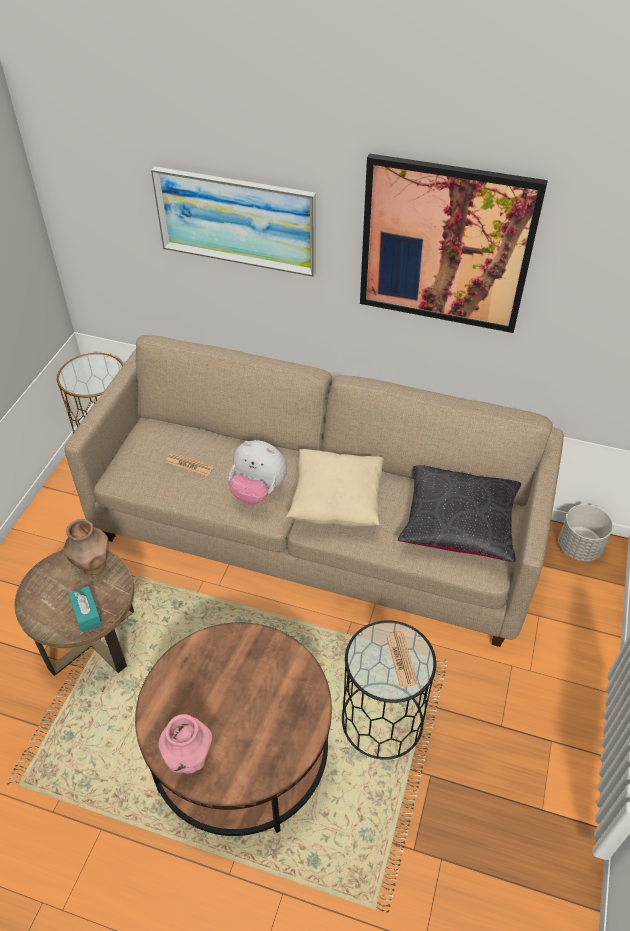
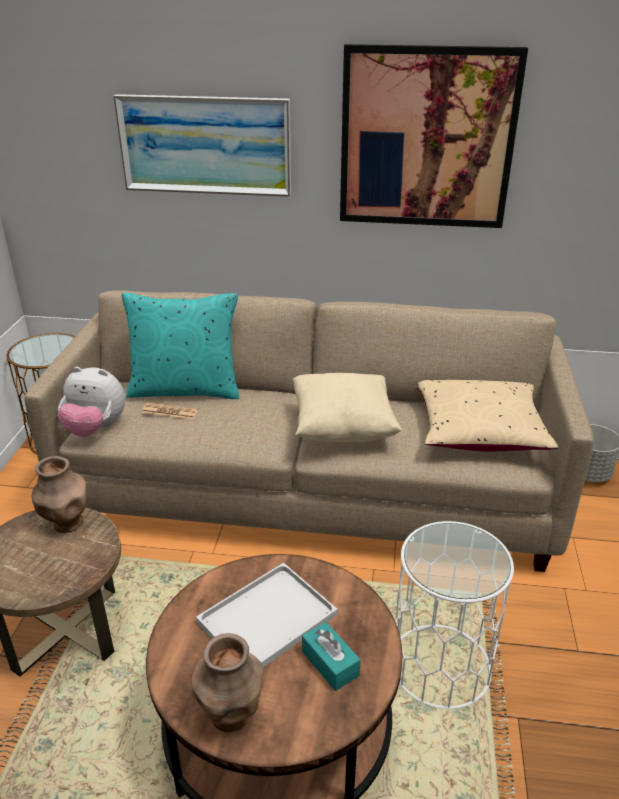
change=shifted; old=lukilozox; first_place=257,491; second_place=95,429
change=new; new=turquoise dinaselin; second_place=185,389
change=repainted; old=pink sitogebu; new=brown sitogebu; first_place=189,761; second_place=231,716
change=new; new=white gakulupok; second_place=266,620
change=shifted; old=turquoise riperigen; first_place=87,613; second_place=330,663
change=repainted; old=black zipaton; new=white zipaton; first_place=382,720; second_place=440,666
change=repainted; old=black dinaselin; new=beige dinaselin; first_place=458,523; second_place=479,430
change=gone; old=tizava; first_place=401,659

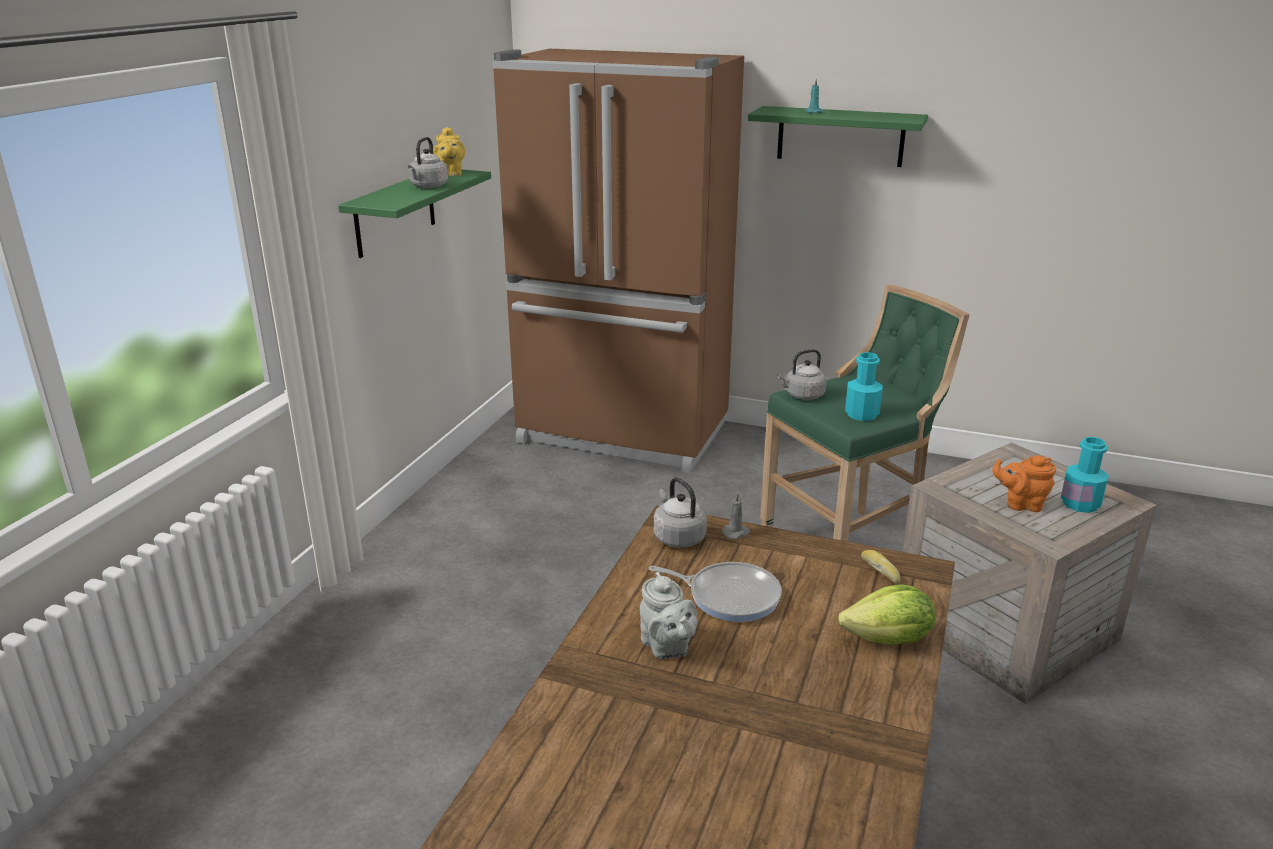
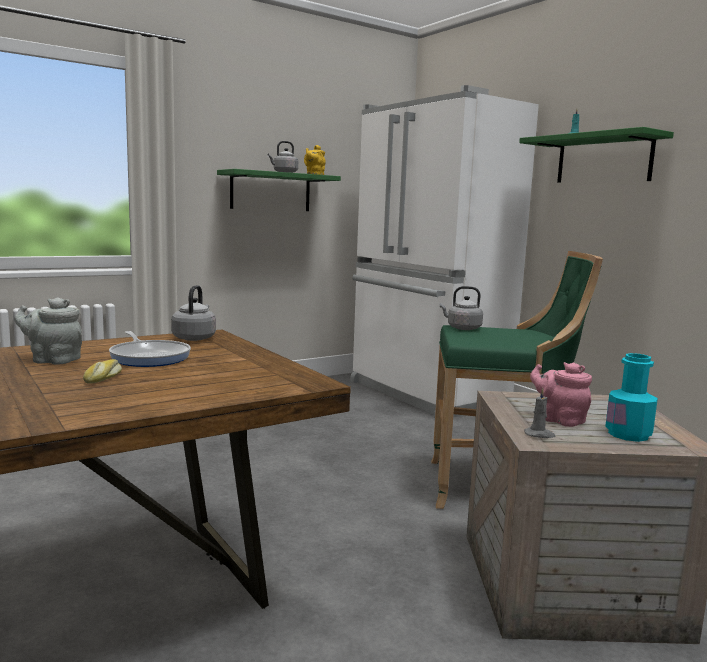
change=rotated; old=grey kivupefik; first_place=667,648; second_place=53,360; degrees=90
change=shifted; old=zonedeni; first_place=881,571; second_place=104,378
change=repainted; old=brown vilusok; new=white vilusok; first_place=622,434; second_place=425,394
change=shifted; old=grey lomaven; first_place=736,533; second_place=539,435
change=repainted; old=orange kivupefik; new=pink kivupefik; first_place=1021,504; second_place=559,419
change=gone; old=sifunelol; first_place=889,640
change=gone; old=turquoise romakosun; first_place=861,414

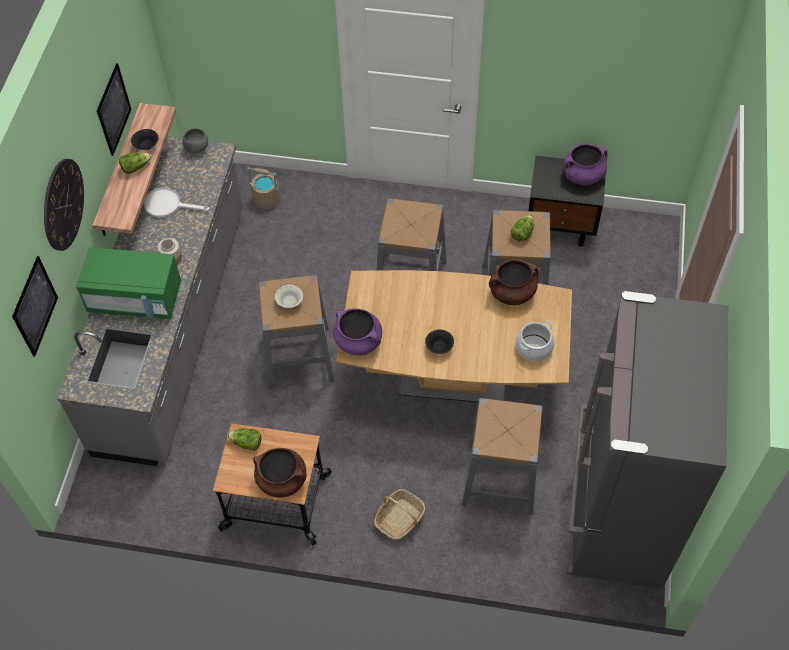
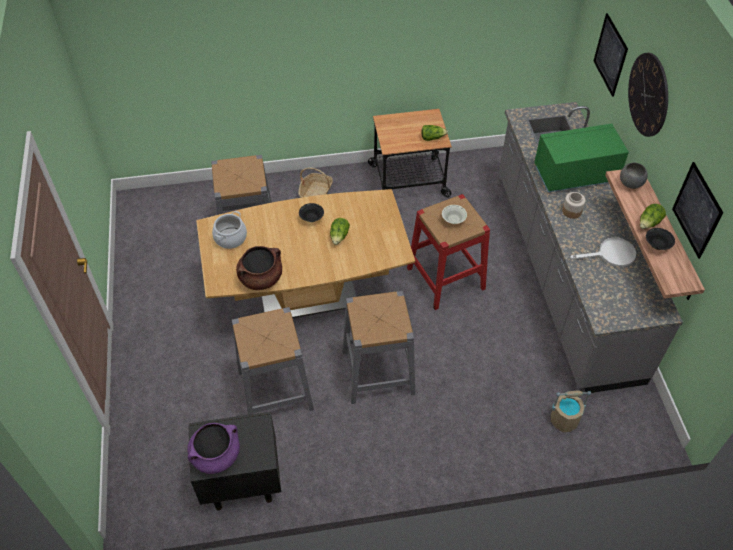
change=shifted; old=sifunelol; first_place=522,233; second_place=339,236
change=repainted; old=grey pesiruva; new=red pesiruva; first_place=299,357; second_place=446,278
change=shifted; old=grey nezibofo; first_place=197,148; second_place=630,183
change=gone; old=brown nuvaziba; first_place=282,480
change=gone; old=purple nuvaziba; first_place=358,341
change=gone; old=grey vilusok; first_place=614,513

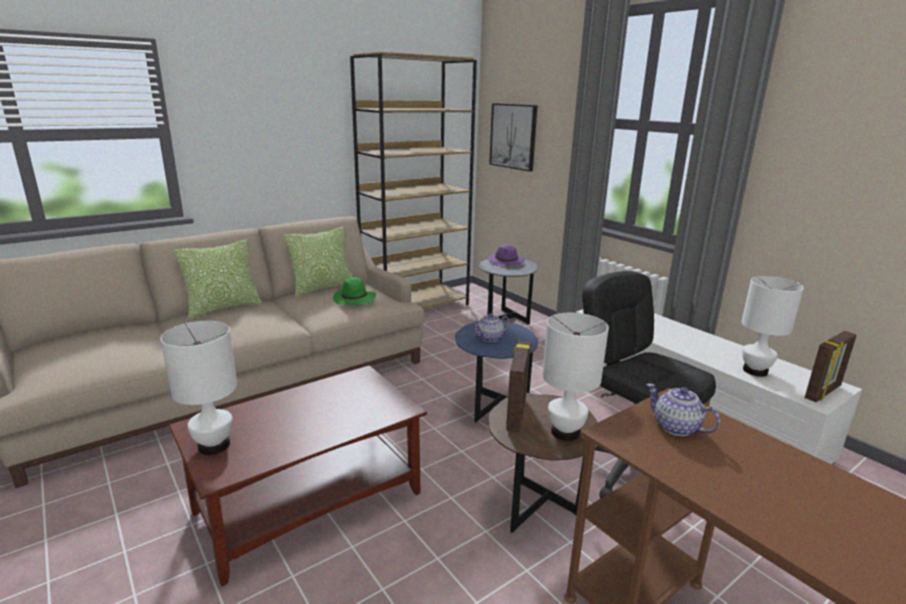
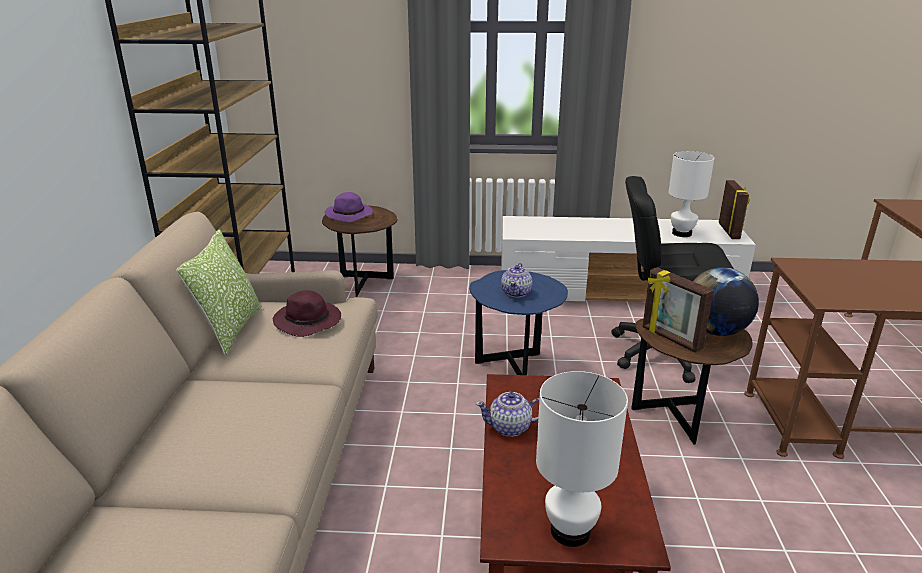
change=repainted; old=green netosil; new=purple netosil; first_place=355,299; second_place=309,322
change=repainted; old=grey zipaton; new=brown zipaton; first_place=505,320; second_place=364,285
change=shifted; old=kivupefik; first_place=676,427; second_place=510,428
change=swapped; old=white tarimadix; new=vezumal; first_place=565,432; second_place=715,331
change=gone; old=dinaselin; first_place=223,307
change=gone; old=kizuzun; first_place=513,136

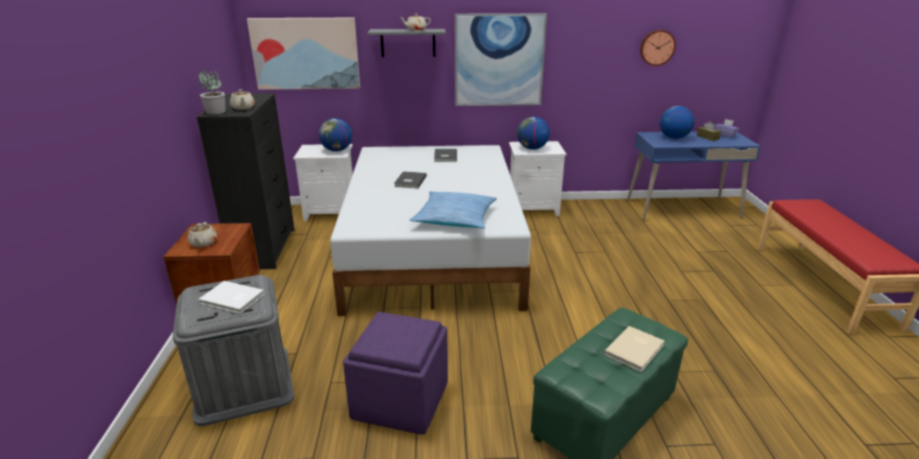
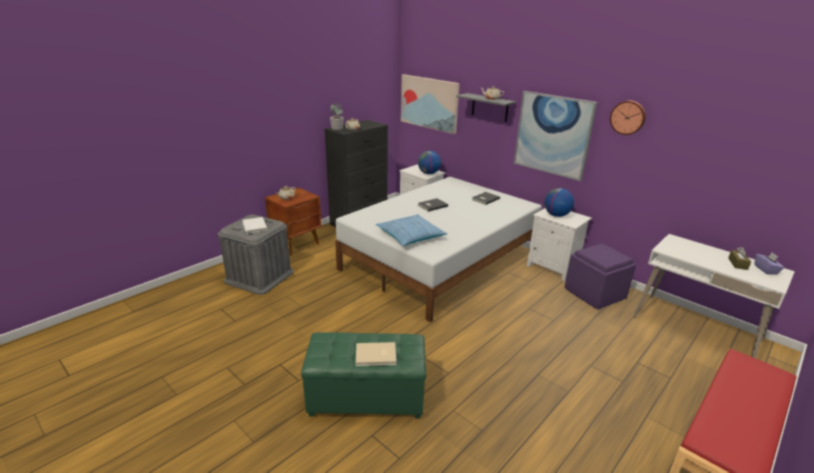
change=shifted; old=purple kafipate; first_place=400,399; second_place=594,293
change=shifted; old=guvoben; first_place=657,47; second_place=628,117
change=repainted; old=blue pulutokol; new=white pulutokol; first_place=682,209; second_place=696,328
change=gone; old=vezumal; first_place=673,138

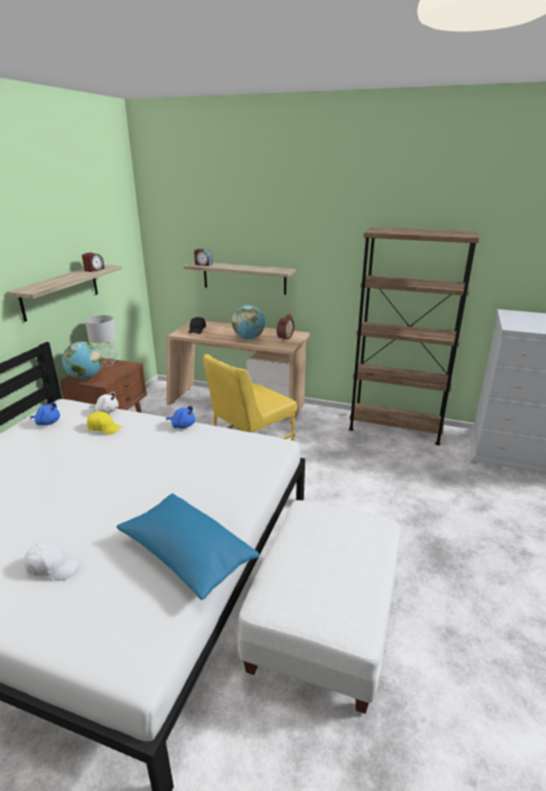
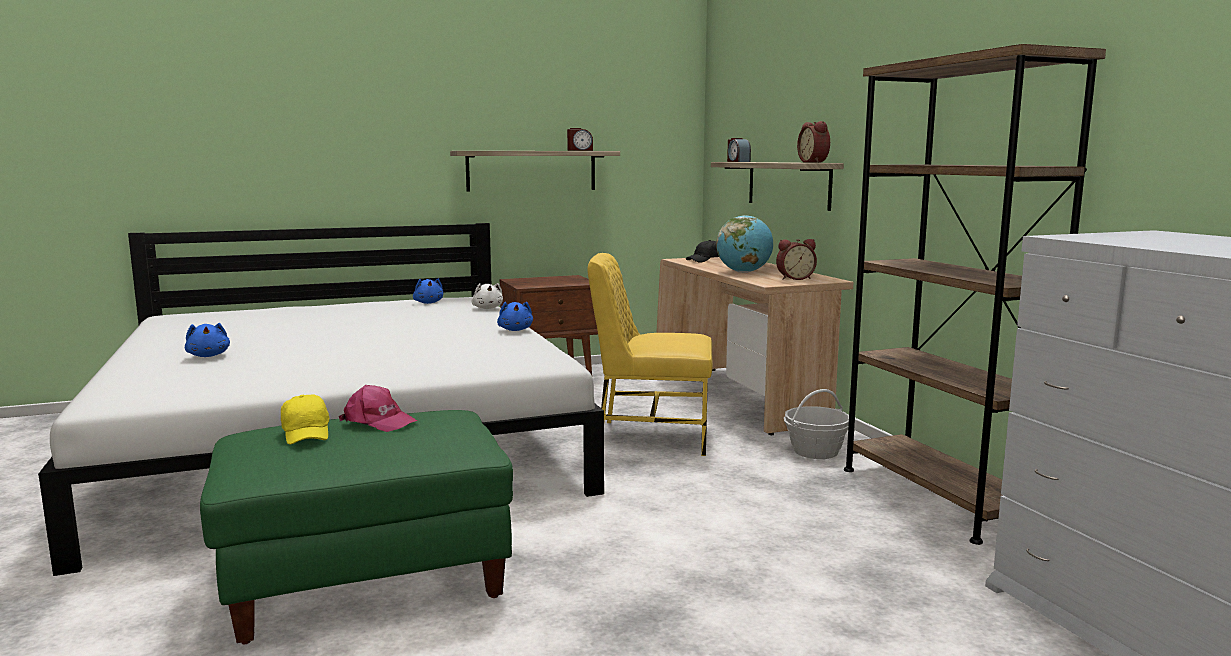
change=swapped; old=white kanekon; new=blue lukilozox; first_place=52,567; second_place=208,356
change=repainted; old=white kafipate; new=green kafipate; first_place=322,626; second_place=368,577
change=shifted; old=yellow kanekon; first_place=104,428; second_place=307,433
change=new; new=pink kanekon; second_place=378,421
change=new; new=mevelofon; second_place=815,451
change=new; new=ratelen; second_place=814,162
change=gone; old=vezumal; first_place=85,377
change=gone; old=grey tarimadix; first_place=107,364
change=gone; old=blue dinaselin; first_place=187,555

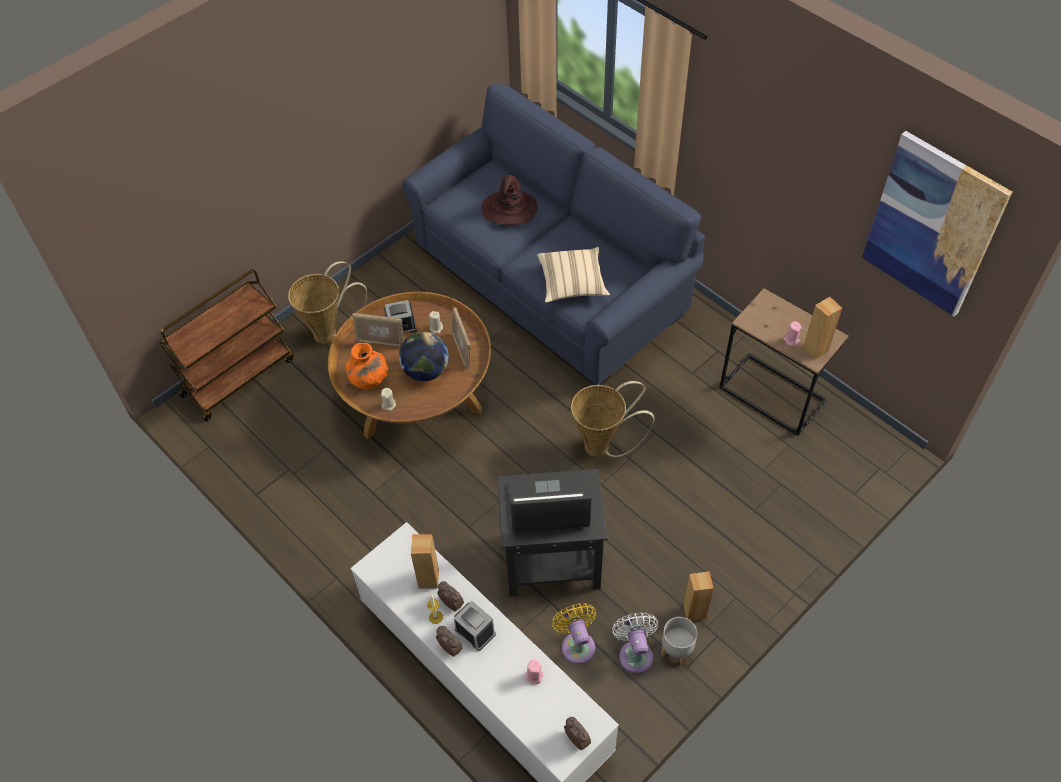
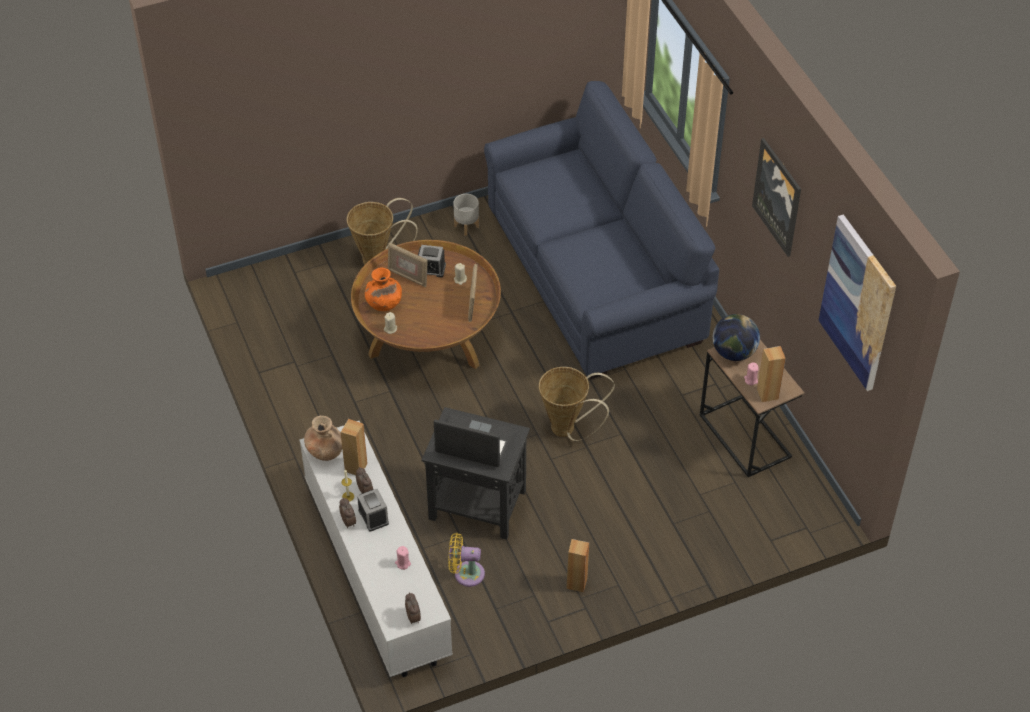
change=new; new=brown sitogebu; second_place=325,451
change=rotated; old=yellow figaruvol; first_place=577,644; second_place=466,573; degrees=-90
change=shifted; old=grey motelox; first_place=676,649; second_place=467,226
change=shifted; old=vezumal; first_place=426,371; second_place=734,352
change=new; new=kizuzun; second_place=778,196
change=gone; old=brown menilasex; first_place=238,376
change=gone; old=brown netosil; first_place=509,209
change=gone; old=beige dinaselin; first_place=572,283
change=gone; old=white figaruvol; first_place=635,653

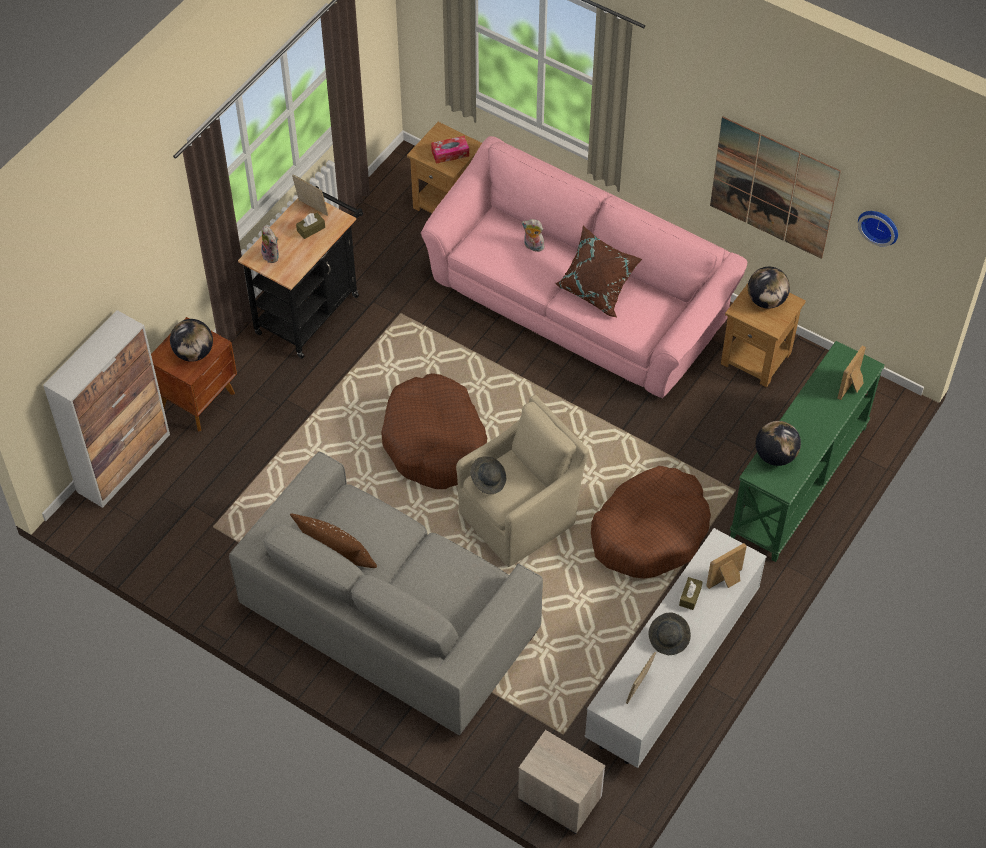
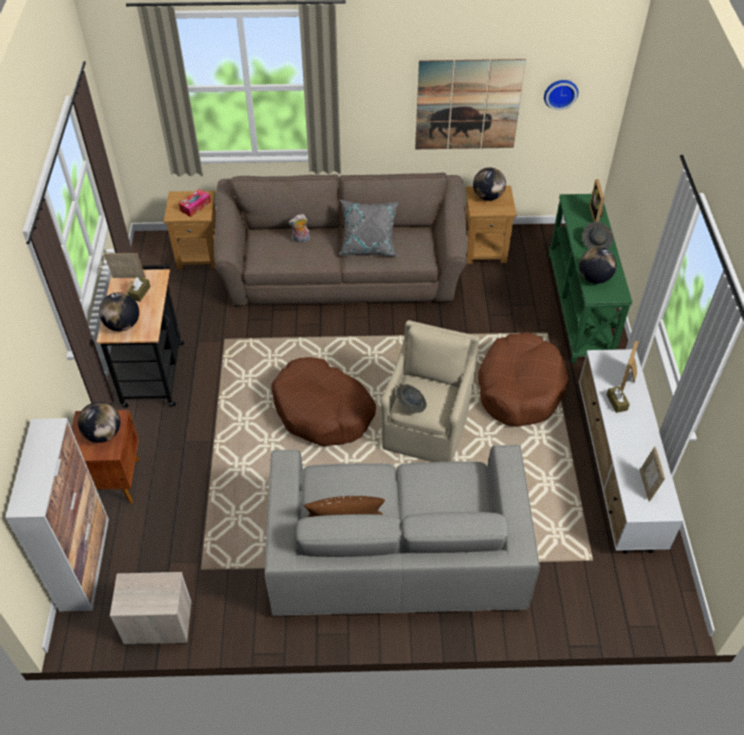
change=swapped; old=lukilozox; new=vezumal; first_place=272,255; second_place=123,325
change=shifted; old=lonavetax; first_place=558,796; second_place=157,623
change=repainted; old=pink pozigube; new=brown pozigube; first_place=578,302; second_place=342,272
change=repainted; old=brown dinaselin; new=grey dinaselin; first_place=596,291; second_place=368,246
change=shifted; old=grey netosil; first_place=669,639; second_place=596,242

